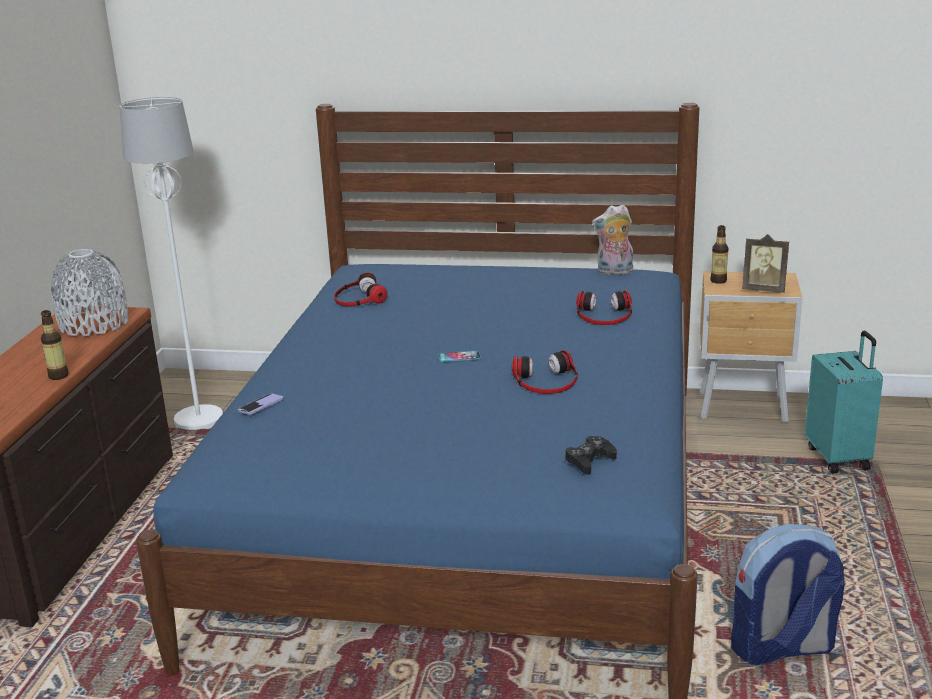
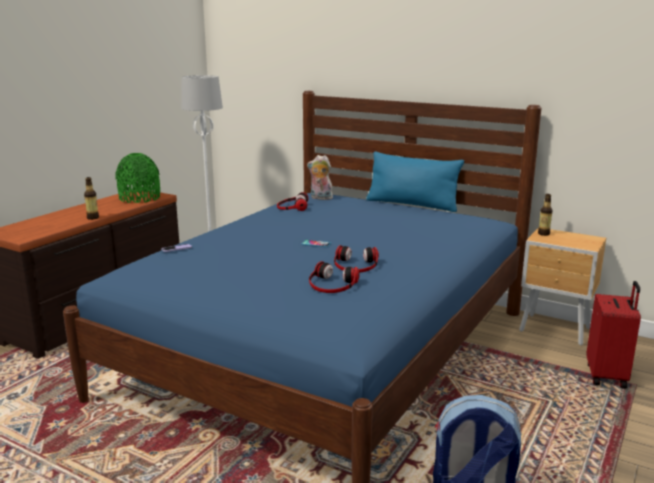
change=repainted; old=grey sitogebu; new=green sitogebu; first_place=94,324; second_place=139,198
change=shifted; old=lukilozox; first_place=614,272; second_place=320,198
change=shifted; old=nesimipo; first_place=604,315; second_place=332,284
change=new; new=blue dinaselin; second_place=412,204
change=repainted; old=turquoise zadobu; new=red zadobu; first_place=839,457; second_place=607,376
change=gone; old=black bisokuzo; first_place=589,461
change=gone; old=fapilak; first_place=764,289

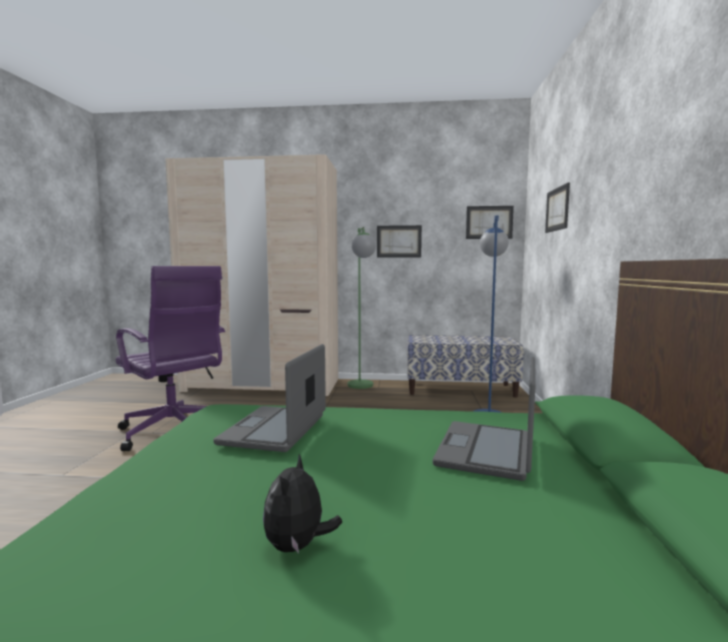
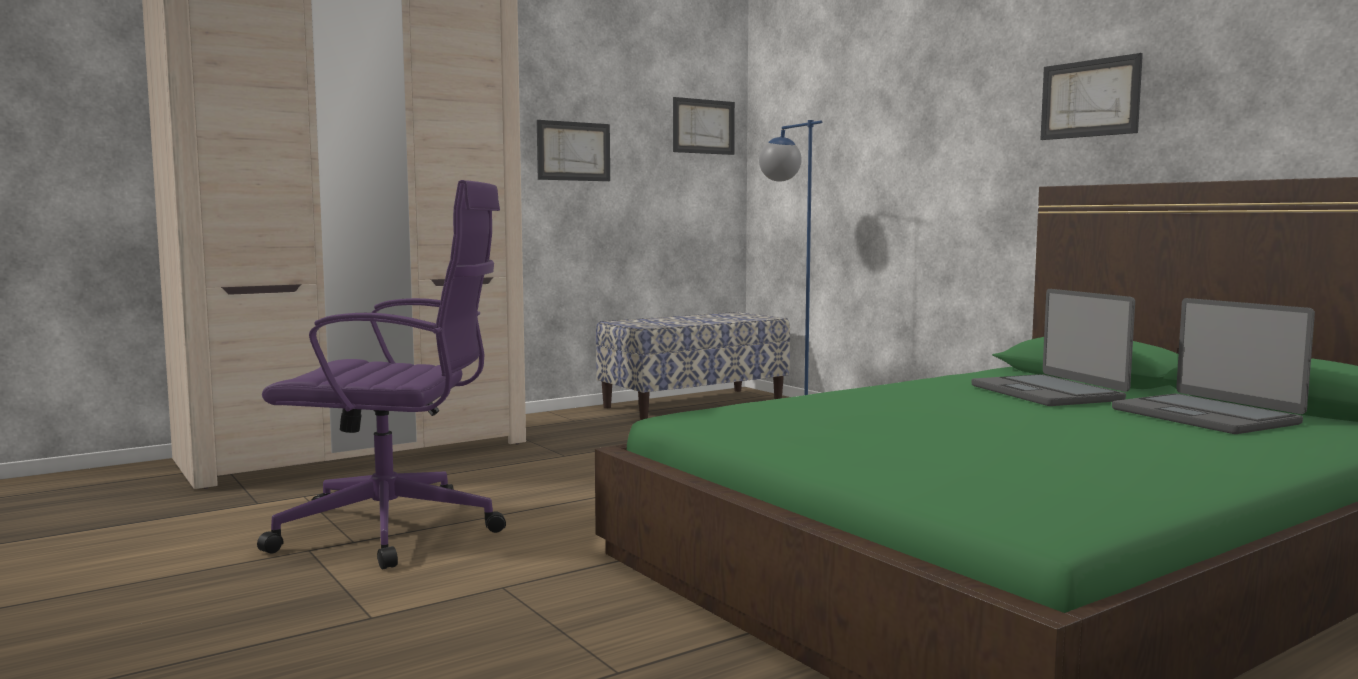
change=shifted; old=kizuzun; first_place=557,209; second_place=1090,98
change=shifted; old=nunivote; first_place=275,429; second_place=1206,416
change=gone; old=lukilozox; first_place=298,546
change=gone; old=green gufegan; first_place=361,387

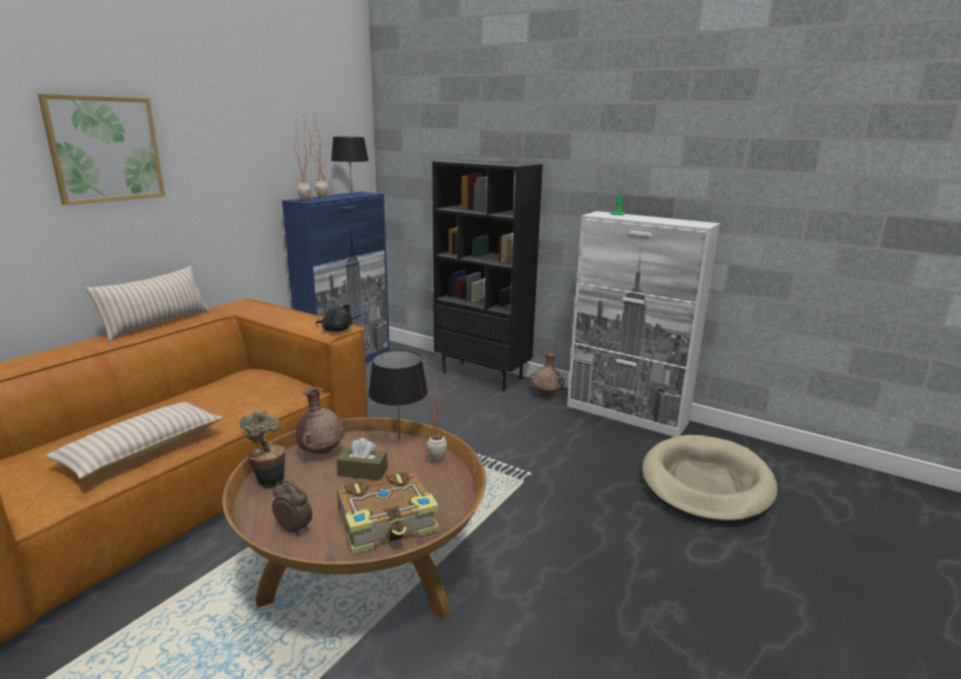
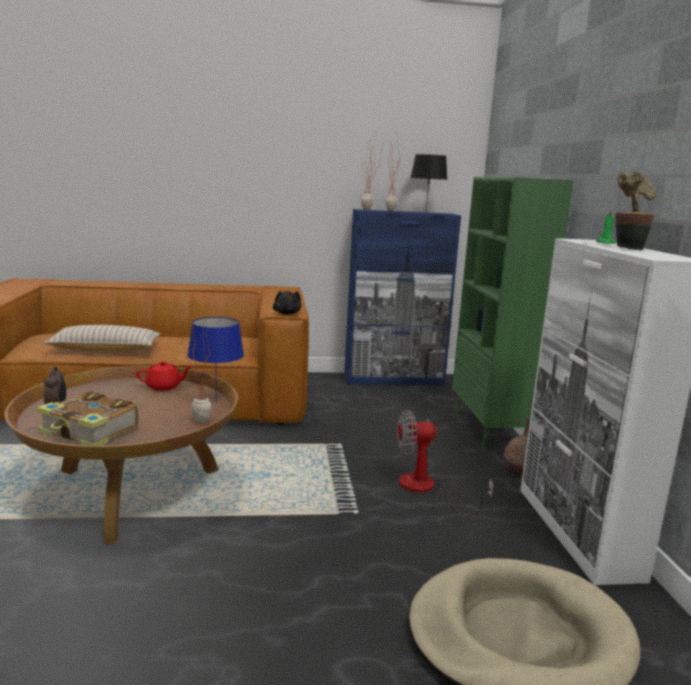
change=swapped; old=brown sitogebu; new=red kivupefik; first_place=322,452; second_place=164,387
change=repainted; old=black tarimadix; new=blue tarimadix; first_place=400,439; second_place=216,402
change=new; new=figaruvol; second_place=427,489
change=repainted; old=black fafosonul; new=green fafosonul; first_place=483,376; second_place=490,432
change=shifted; old=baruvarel; first_place=269,481; second_place=627,248
change=gone; old=kizuzun; first_place=105,149
change=gone; old=beige dinaselin; first_place=157,324
change=gone; old=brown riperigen; first_place=363,472

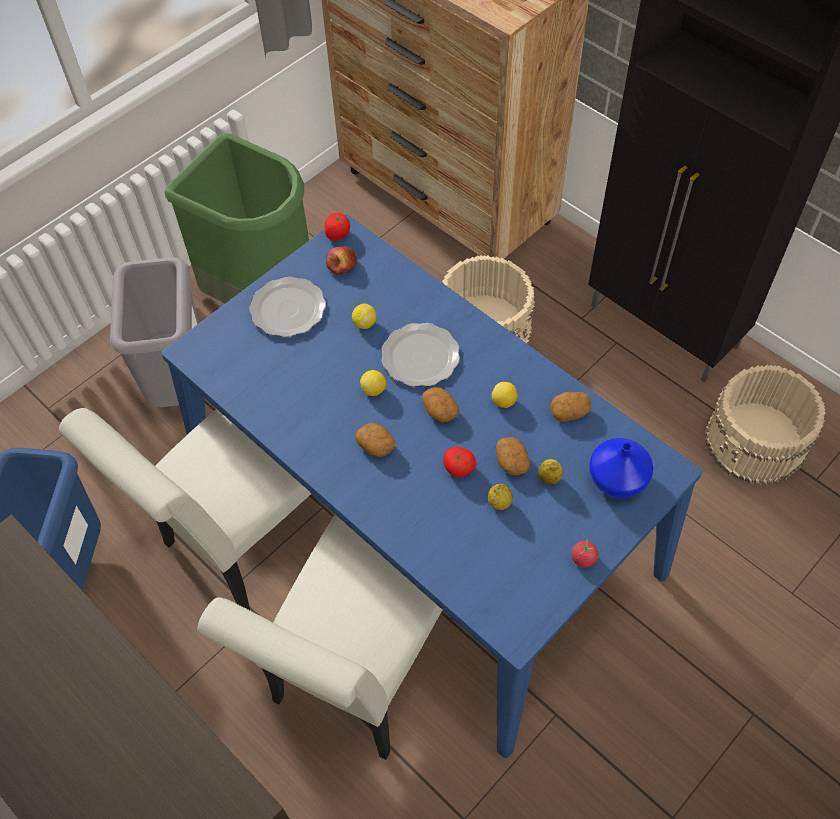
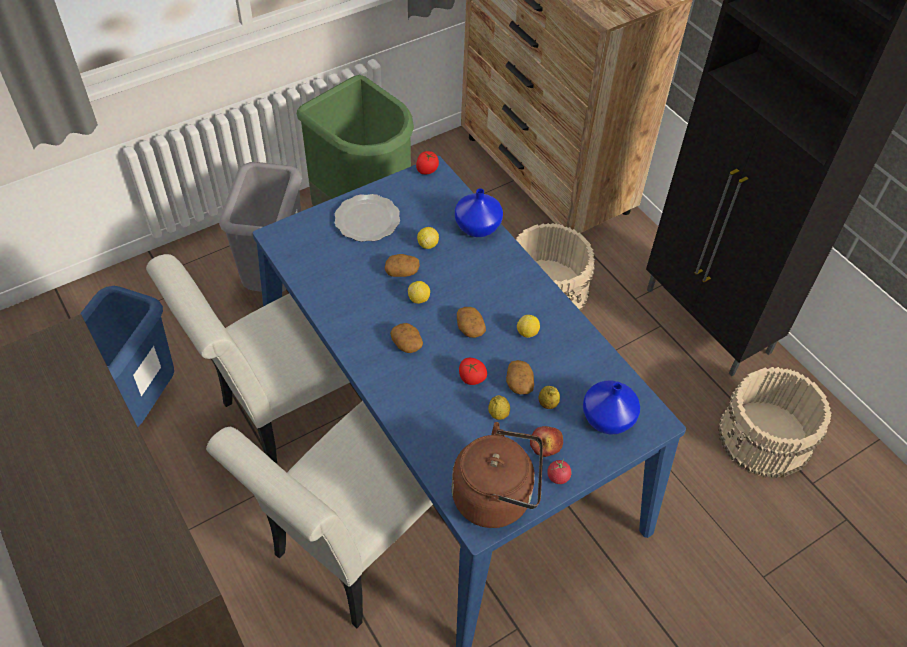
change=shifted; old=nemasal; first_place=569,411; second_place=402,271
change=new; new=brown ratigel; second_place=497,496
change=new; new=blue sitogebu; second_place=478,227
change=shifted; old=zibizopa; first_place=342,265; second_place=546,445
change=gone; old=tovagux; first_place=420,358

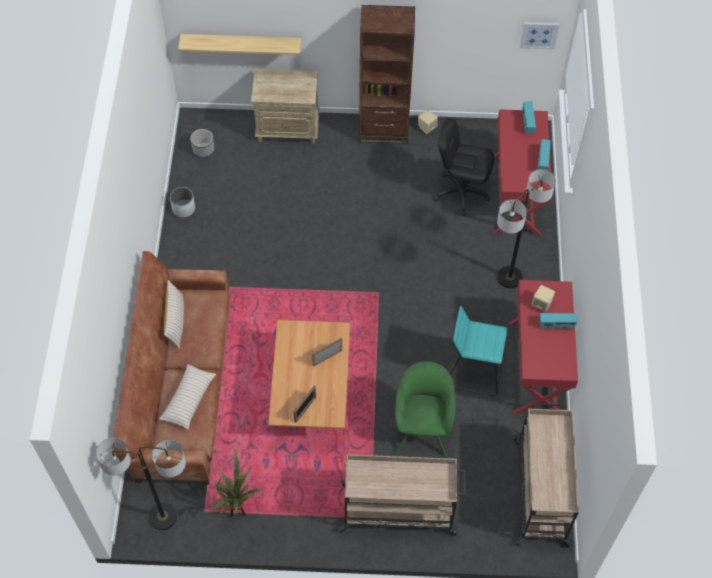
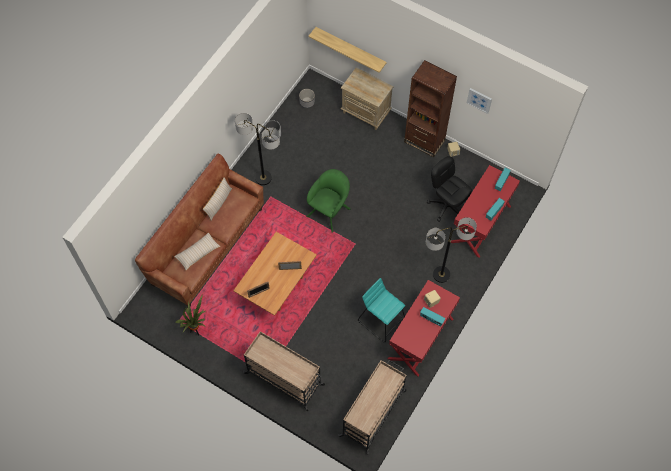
change=shifted; old=gufegan; first_place=162,516; second_place=263,178
change=shifted; old=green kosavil; first_place=422,427; second_place=329,211
change=shifted; old=kizuzun; first_place=539,35; second_place=479,100

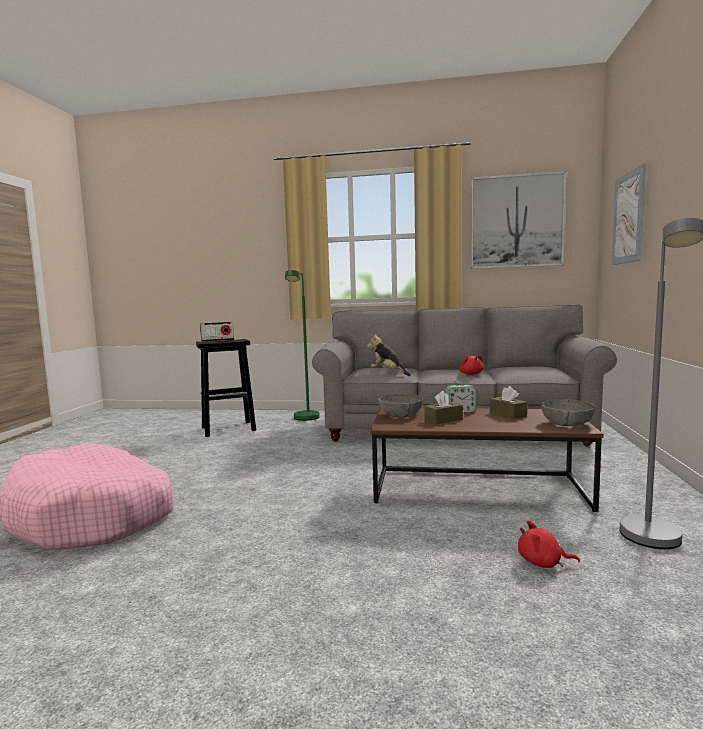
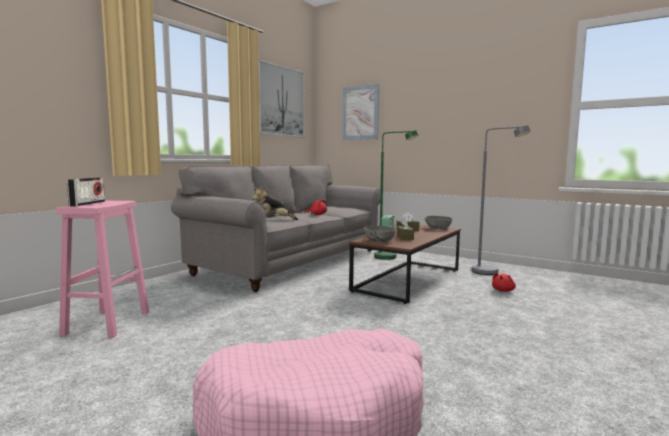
change=repainted; old=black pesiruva; new=pink pesiruva; first_place=229,428; second_place=108,322
change=shifted; old=green gufegan; first_place=305,419; second_place=391,257

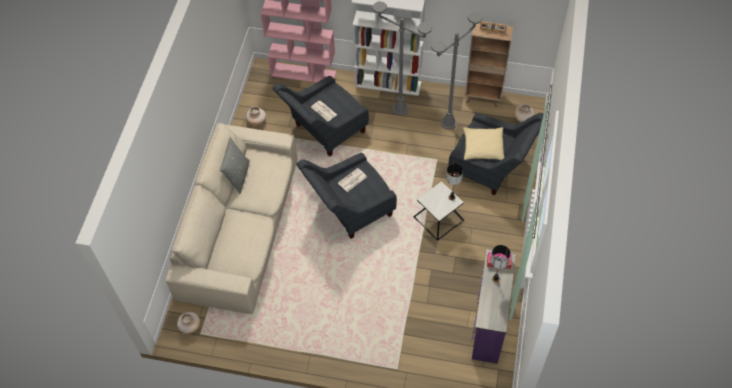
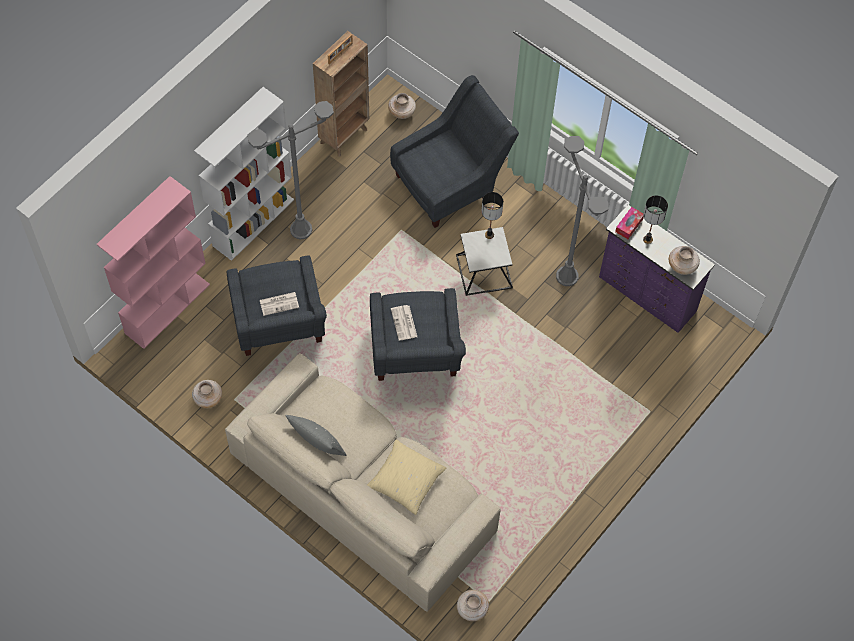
change=shifted; old=beige dinaselin; first_place=483,147; second_place=405,480
change=shifted; old=grey gufegan; first_place=448,123; second_place=567,276
change=new; new=beige sitogebu; second_place=682,266

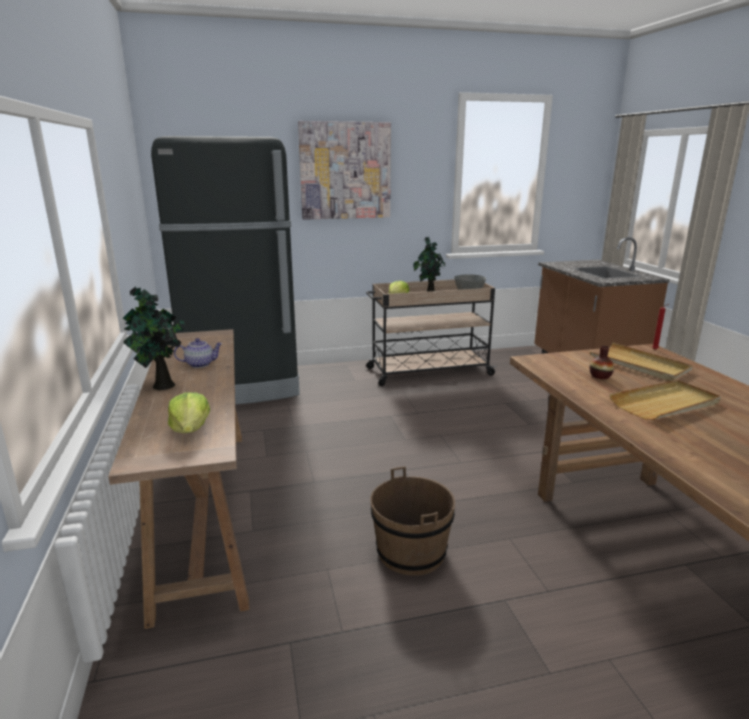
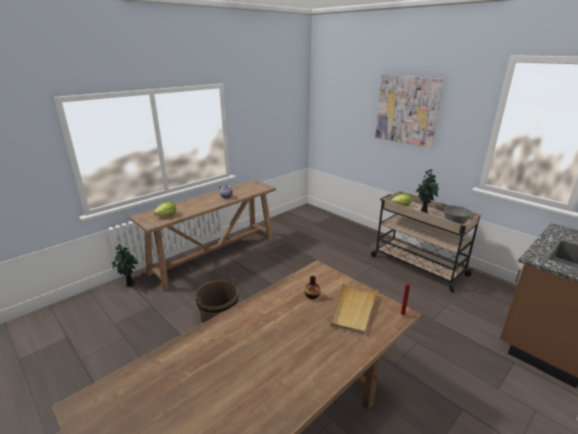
change=shifted; old=baruvarel; first_place=162,386; second_place=129,284
change=gone; old=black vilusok; first_place=243,386
change=gone; old=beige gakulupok; first_place=665,404

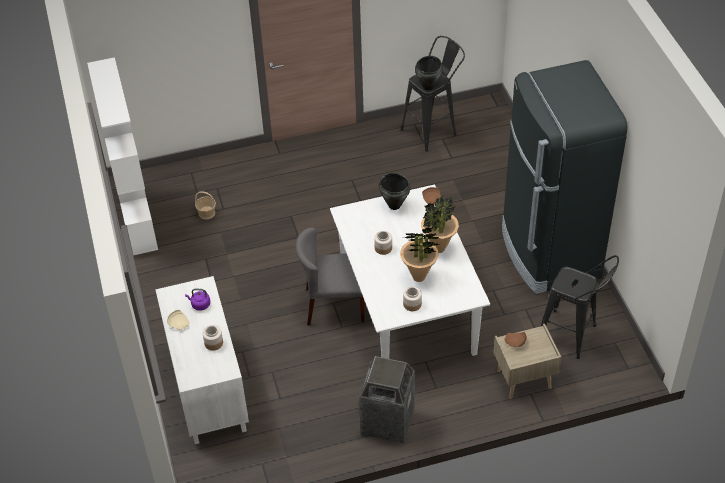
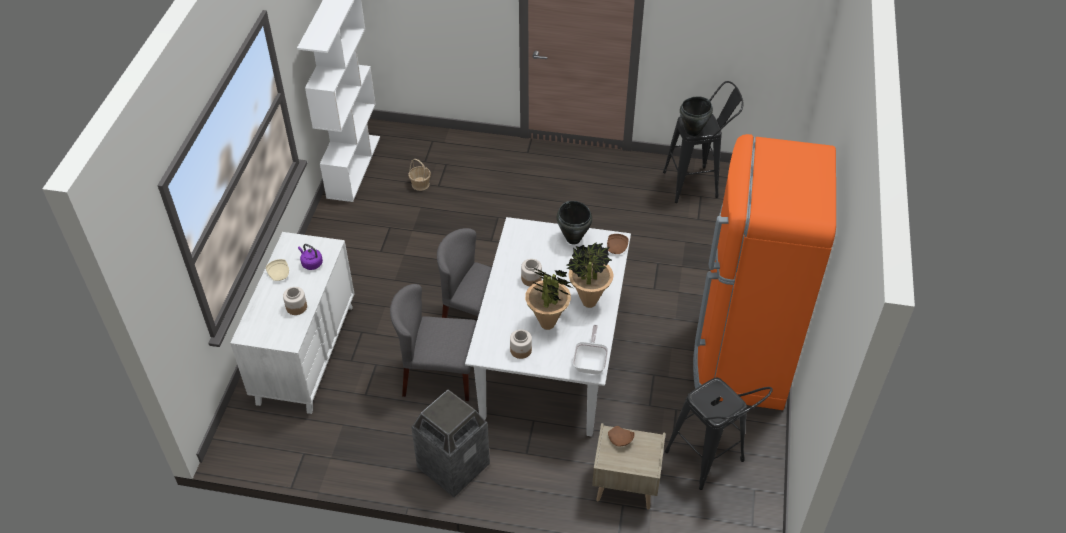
change=new; new=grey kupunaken; second_place=439,376
change=new; new=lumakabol; second_place=590,362
change=repainted; old=black vilusok; new=orange vilusok; first_place=549,253; second_place=740,359

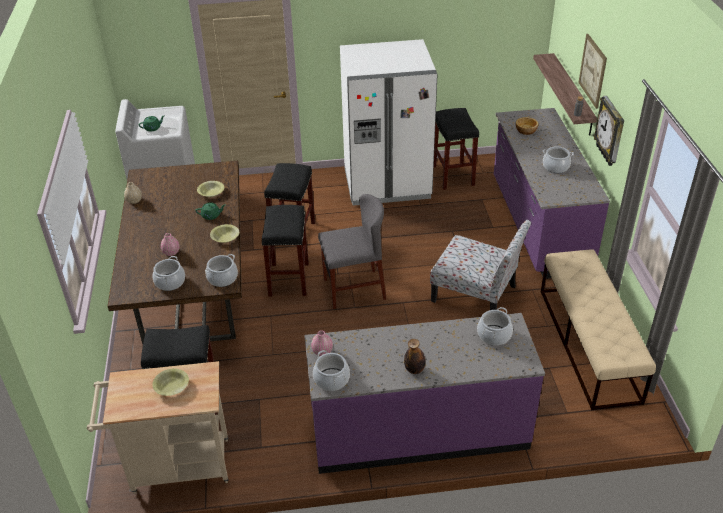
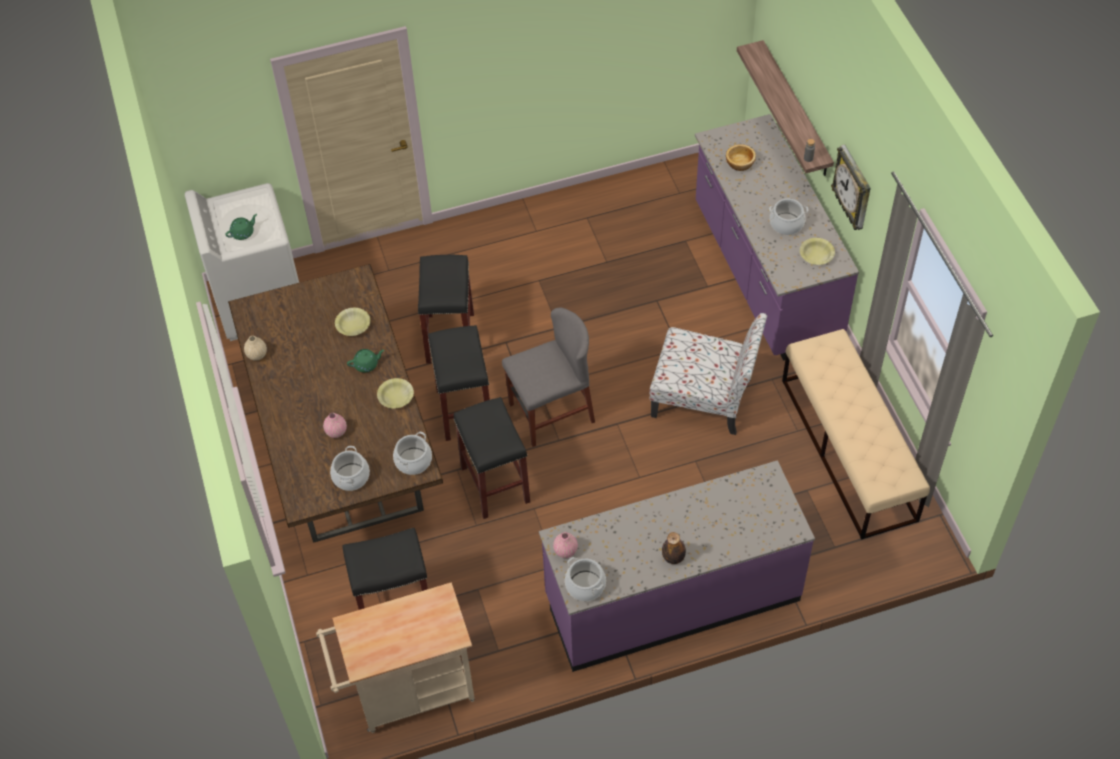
change=shifted; old=black pesiruva; first_place=453,176; second_place=496,485
change=shifted; old=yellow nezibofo; first_place=171,386; second_place=816,255
change=gone; old=white vilusok; first_place=387,184
change=gone; old=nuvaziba; first_place=494,335
change=gone; old=kizuzun; first_place=593,70

